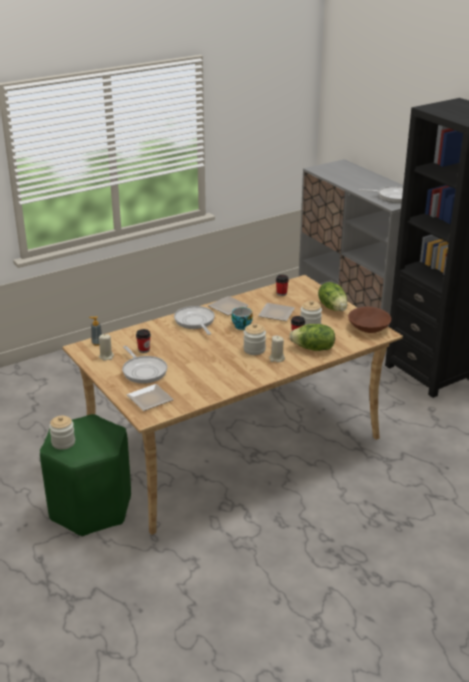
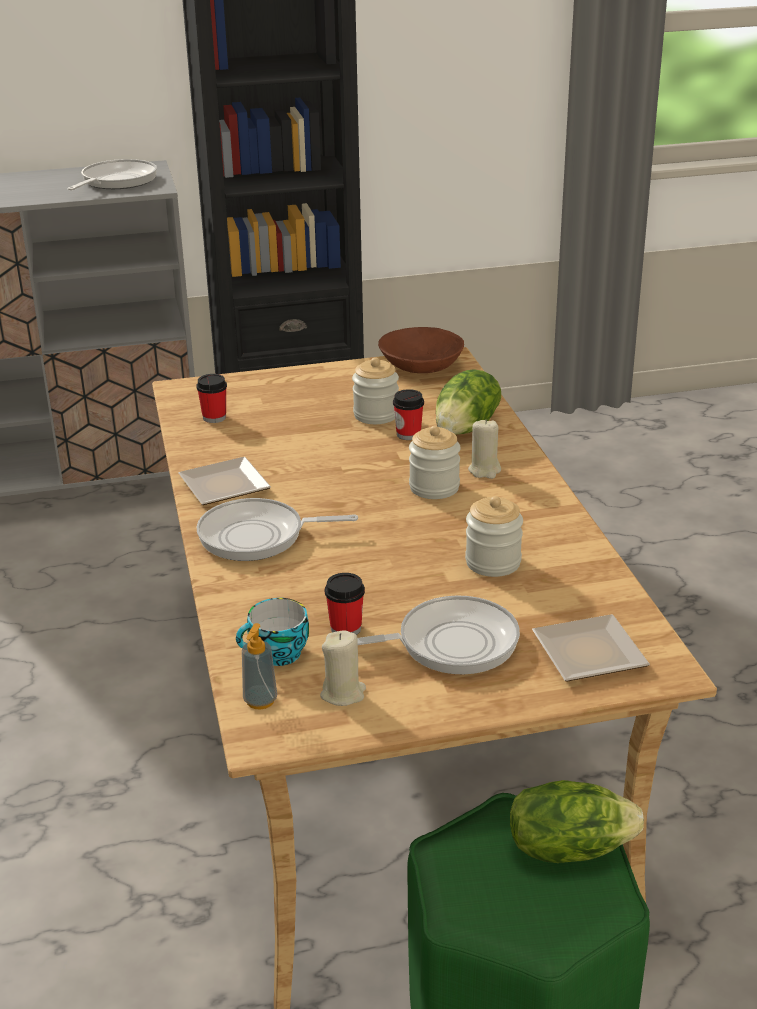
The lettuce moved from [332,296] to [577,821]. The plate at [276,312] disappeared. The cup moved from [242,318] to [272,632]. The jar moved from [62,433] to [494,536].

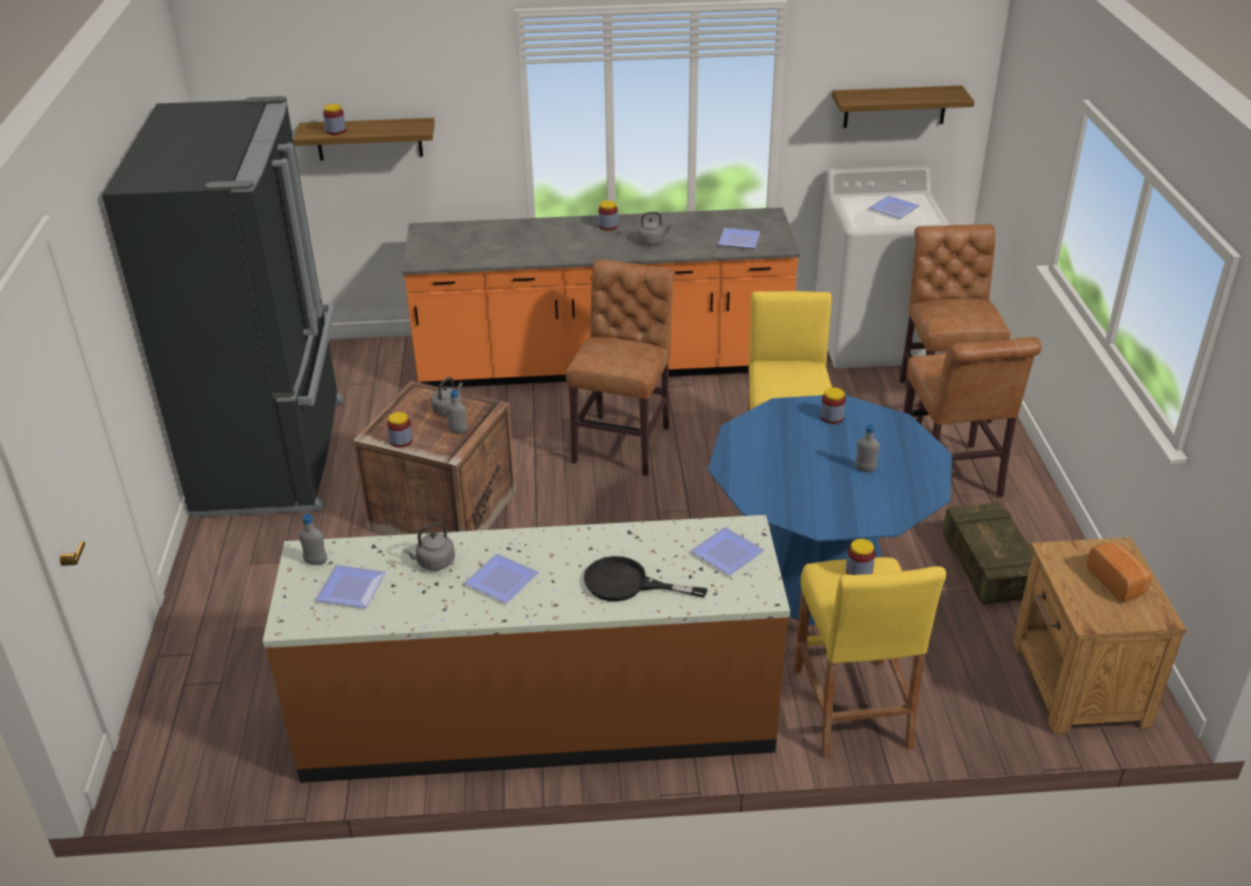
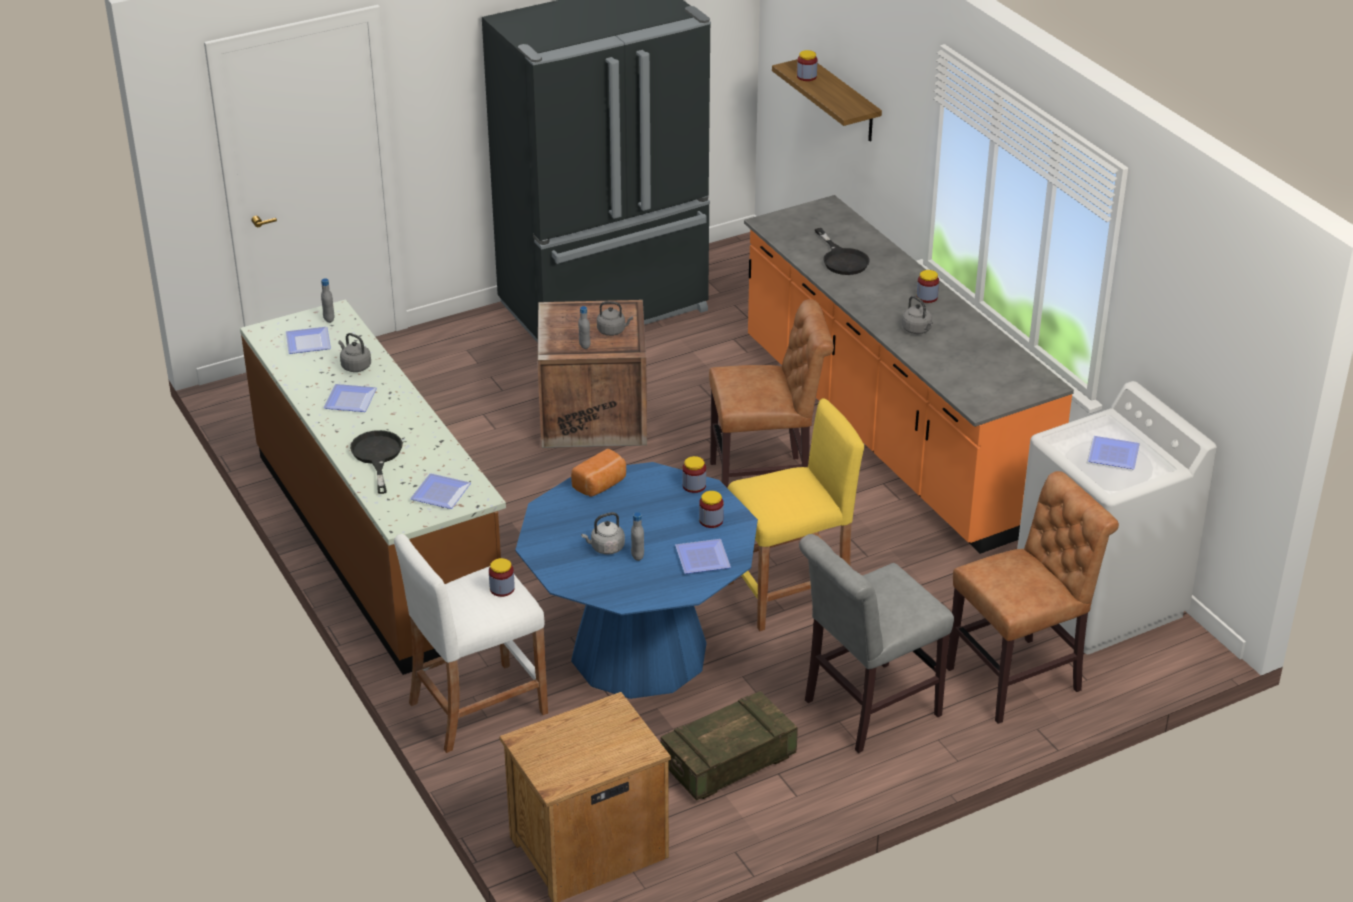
The shelf at [903,106] disappeared. The plate moved from [739,238] to [703,556]. The brown_chair at [972,417] became the grey_chair at [876,643]. The jar moved from [400,429] to [694,474]. The bread moved from [1119,572] to [598,473]. The yellow_stool at [870,658] became the white_stool at [471,643]. The black_frying_pan at [842,251] appeared. The grey_kettle at [603,533] appeared.

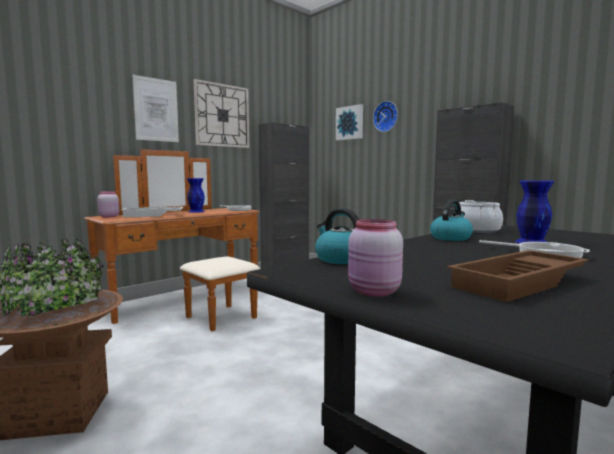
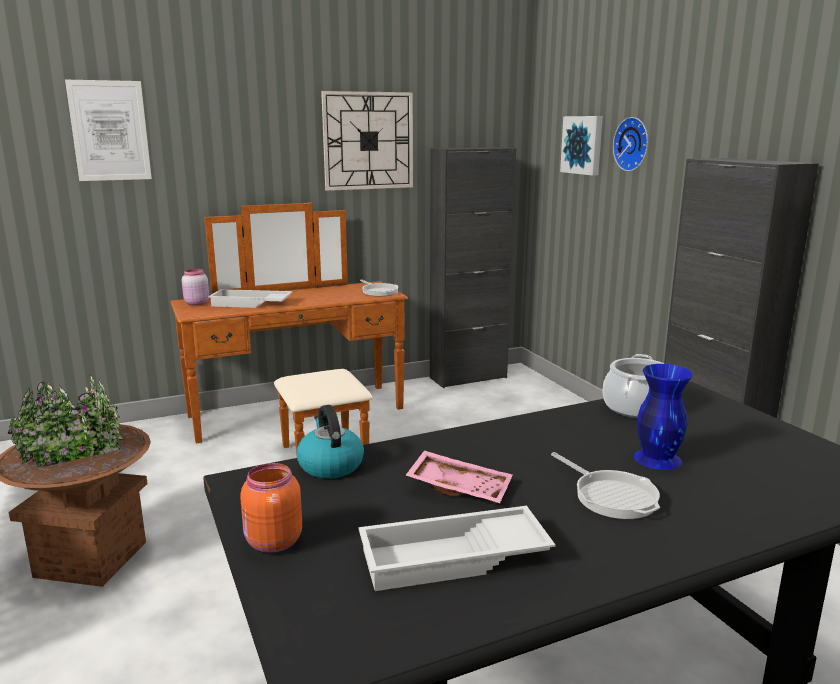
The picture moved from [155,108] to [108,130]. The blue_vase at [196,195] disappeared. The kettle at [451,220] disappeared. The pink_jar at [375,258] became the orange_jar at [271,508]. The brown_tray at [518,276] became the white_tray at [456,548]. The pink_tray at [459,476] appeared.

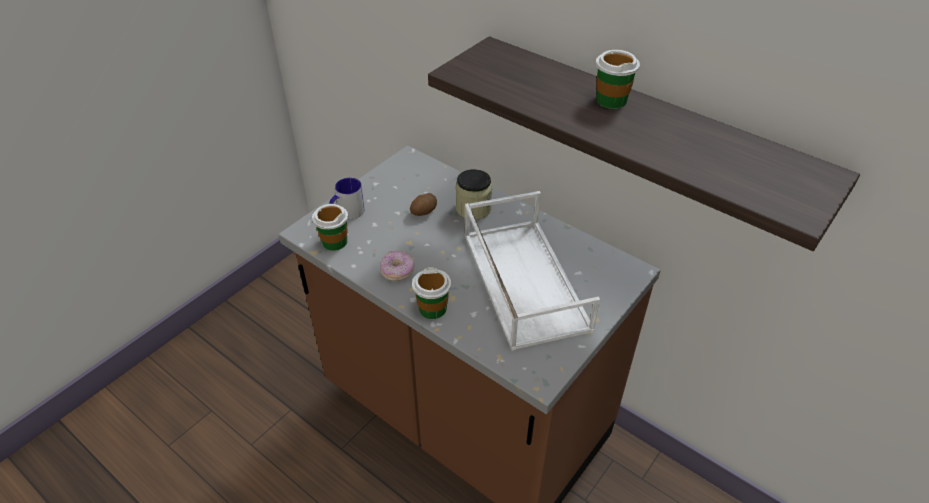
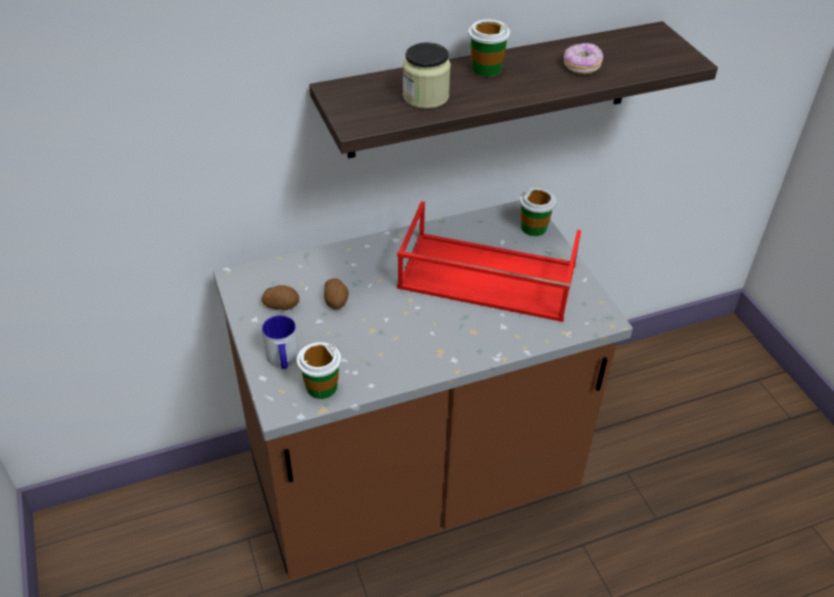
The jar moved from [474,194] to [427,75]. The white_tray at [532,271] became the red_tray at [489,261]. The donut moved from [397,265] to [583,58]. The cup moved from [431,293] to [538,212]. The potato at [280,297] appeared.

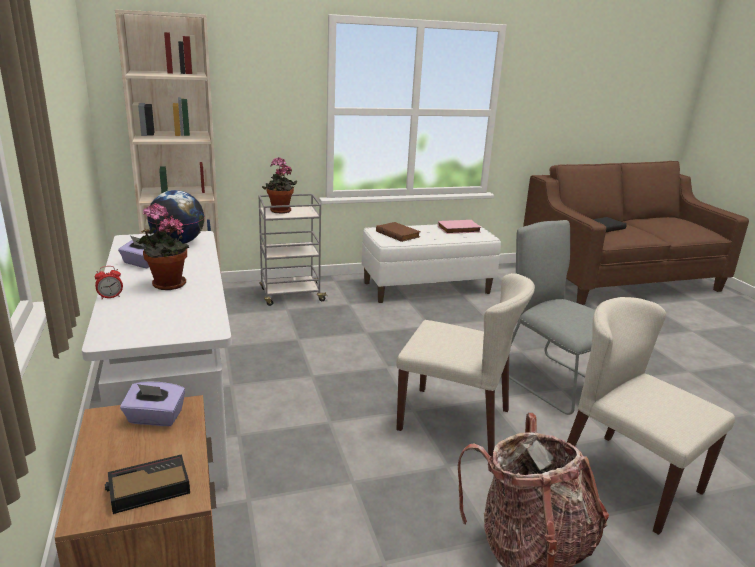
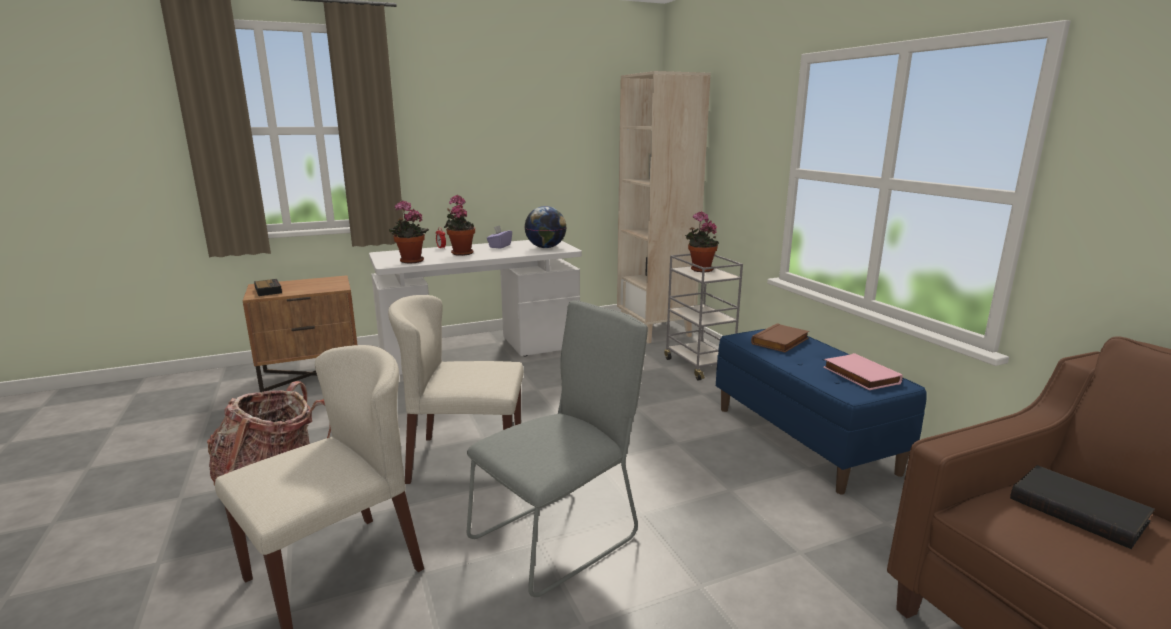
The white_bench at [431,263] became the blue_bench at [821,411]. The beige_chair at [465,364] turned 75 degrees clockwise. The purple_tissue_box at [152,404] disappeared. The potted_plant at [409,232] appeared.

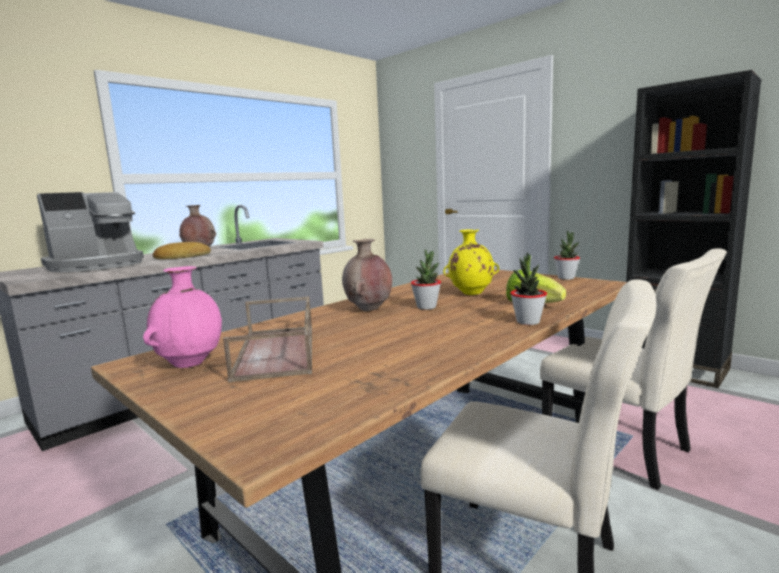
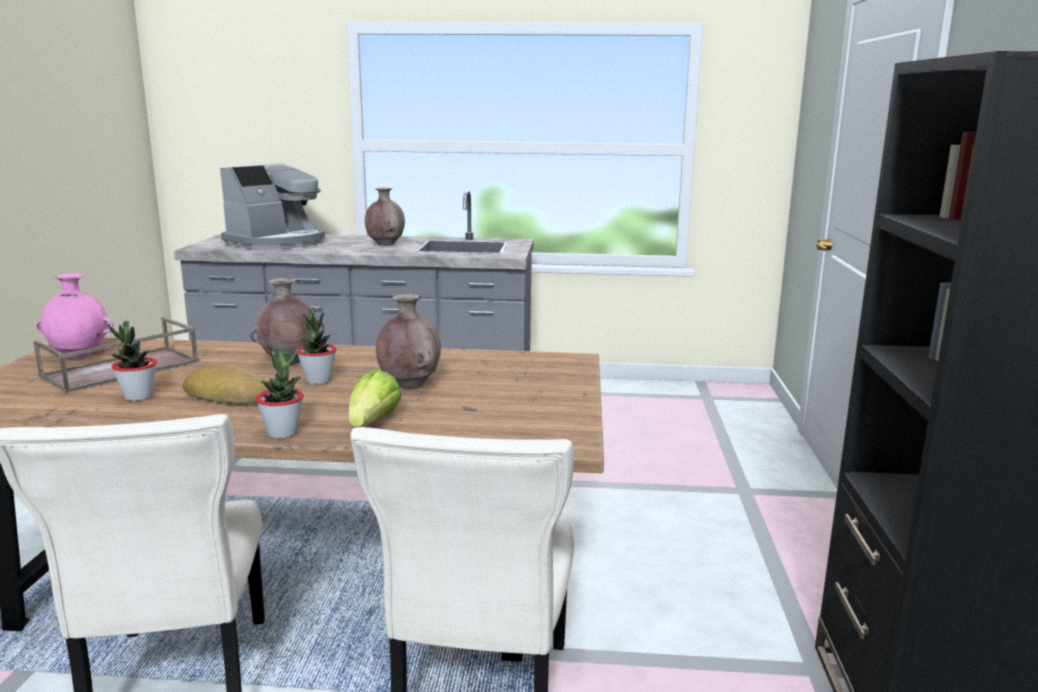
The coffee_machine at [90,232] turned 60 degrees counterclockwise. The yellow_vase at [471,262] became the brown_vase at [408,341]. The potted_plant moved from [567,255] to [132,361]. The bread moved from [182,250] to [226,384].

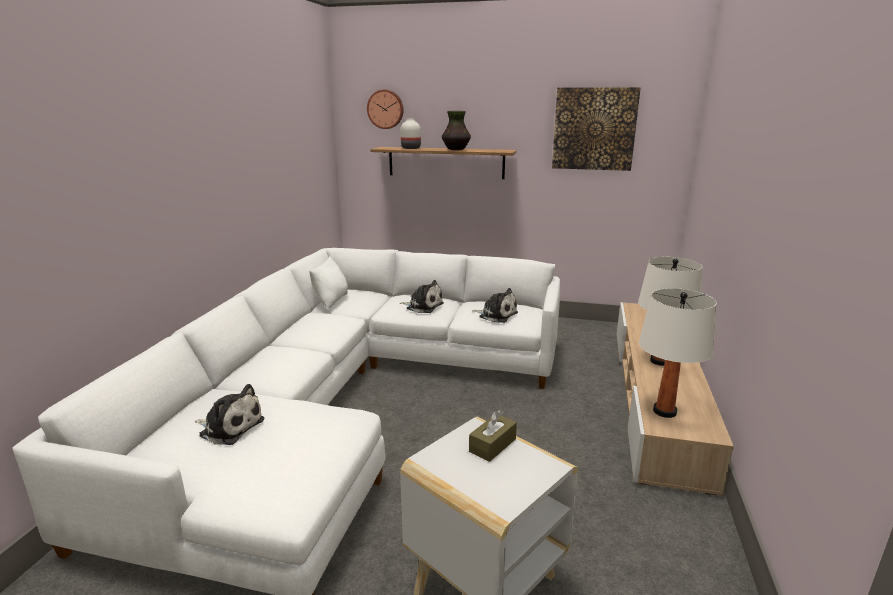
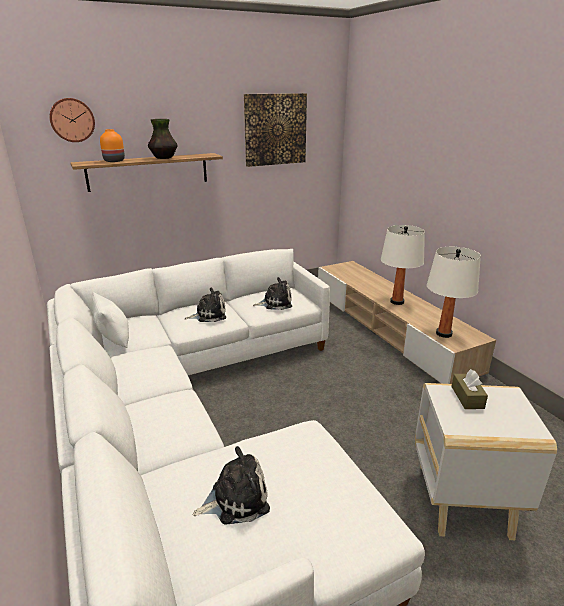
The white_vase at [410,134] became the orange_vase at [112,145].

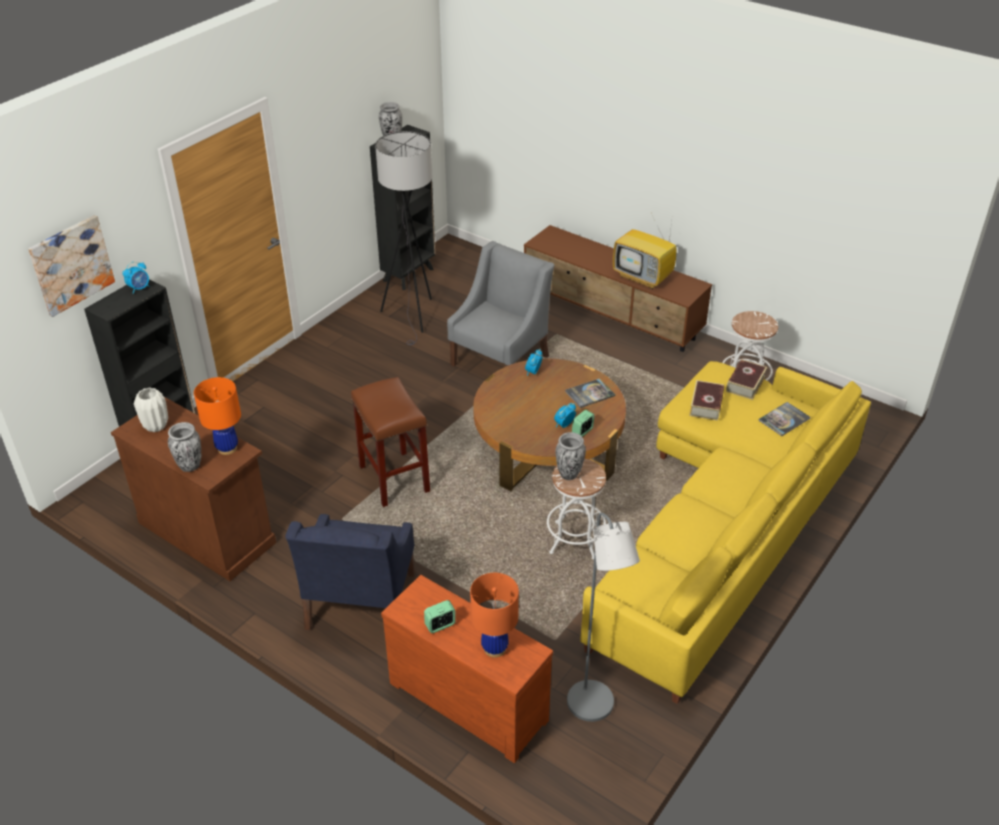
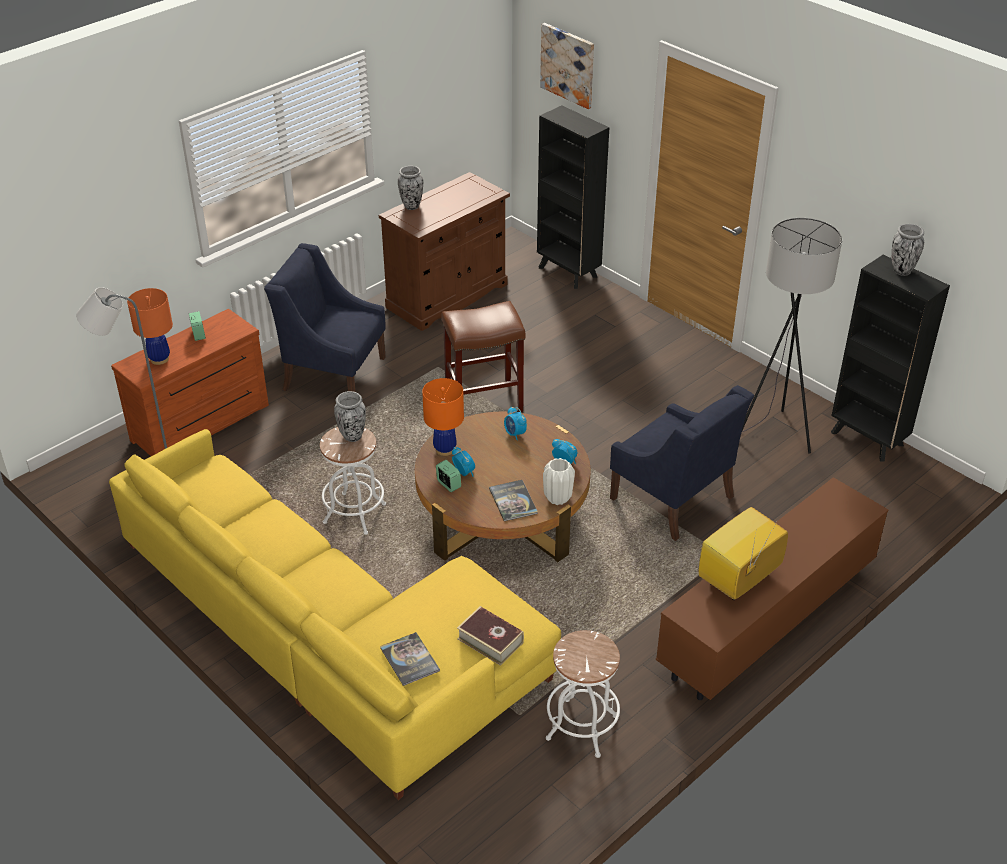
The grey_armchair at [500,304] became the blue_armchair at [682,463]. The alarm_clock moved from [136,278] to [515,423]. The orange_table_lamp moved from [217,416] to [443,417]. The book at [706,400] disappeared. The white_vase moved from [151,410] to [559,481].

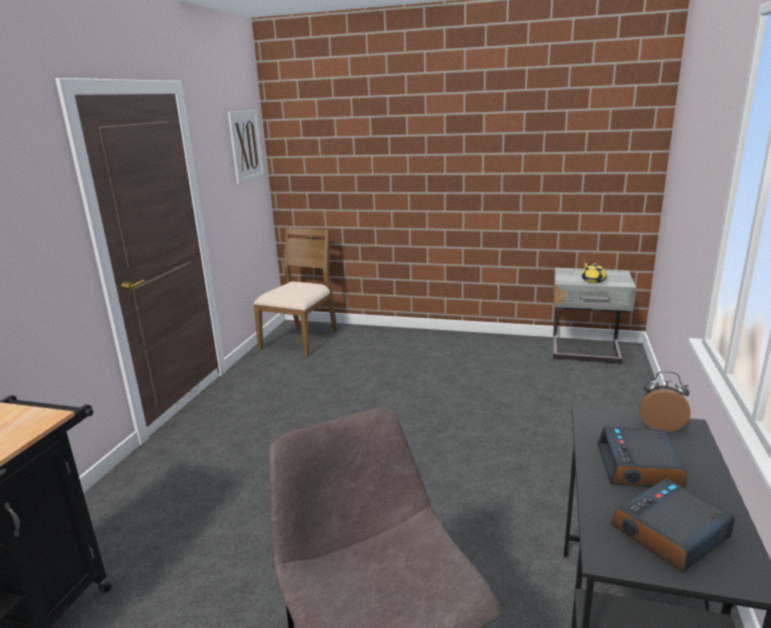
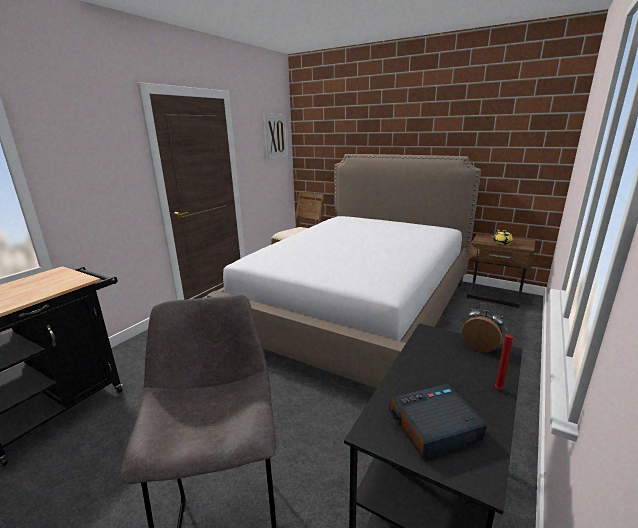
The grey_nightstand at [594,316] became the brown_nightstand at [501,270]. The alarm_clock at [643,457] disappeared. The bed at [344,271] appeared. The red_candle at [504,358] appeared.

